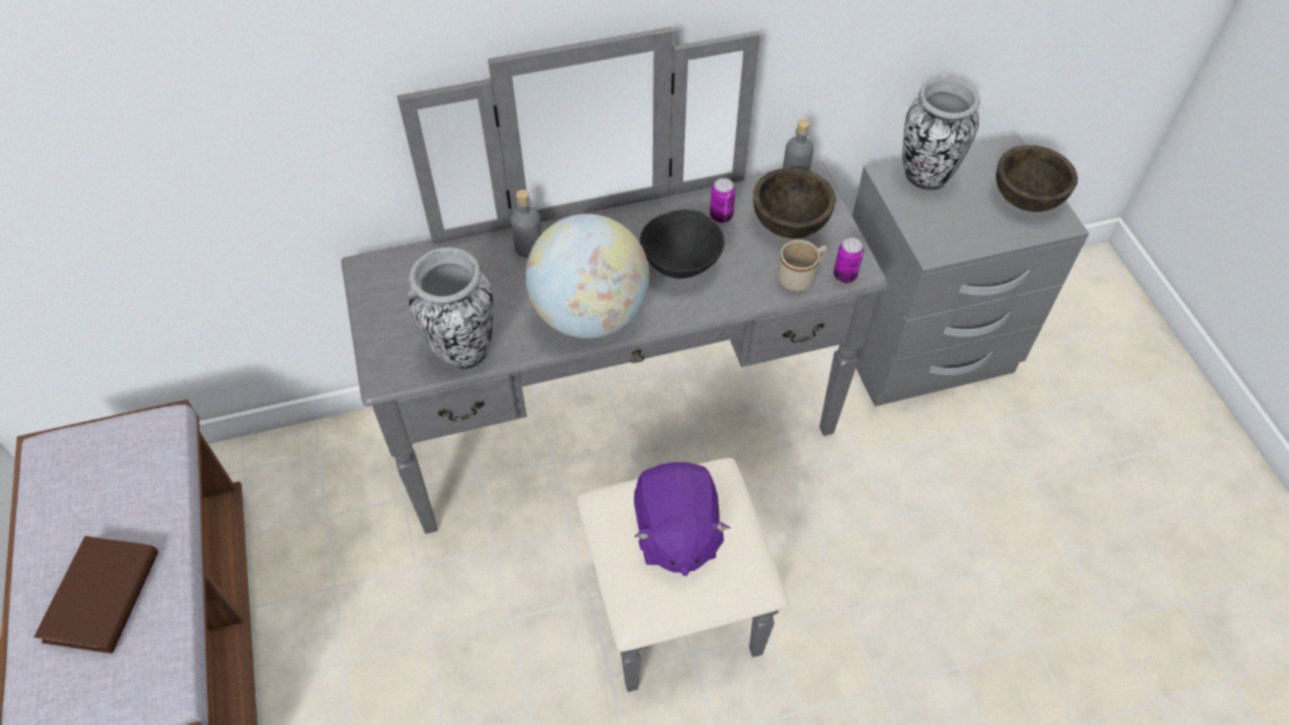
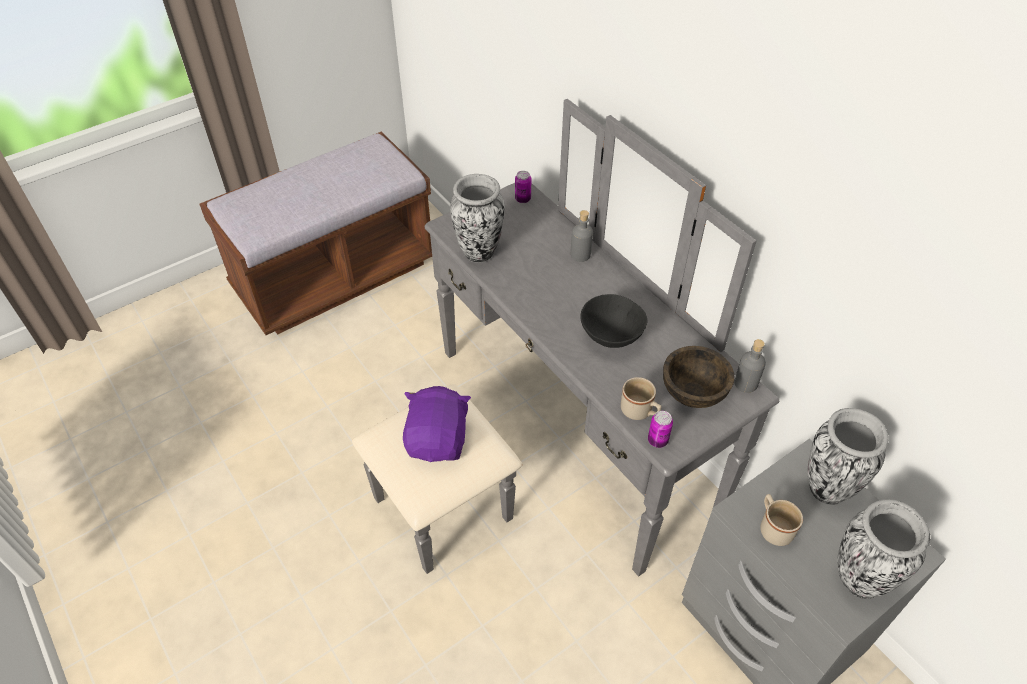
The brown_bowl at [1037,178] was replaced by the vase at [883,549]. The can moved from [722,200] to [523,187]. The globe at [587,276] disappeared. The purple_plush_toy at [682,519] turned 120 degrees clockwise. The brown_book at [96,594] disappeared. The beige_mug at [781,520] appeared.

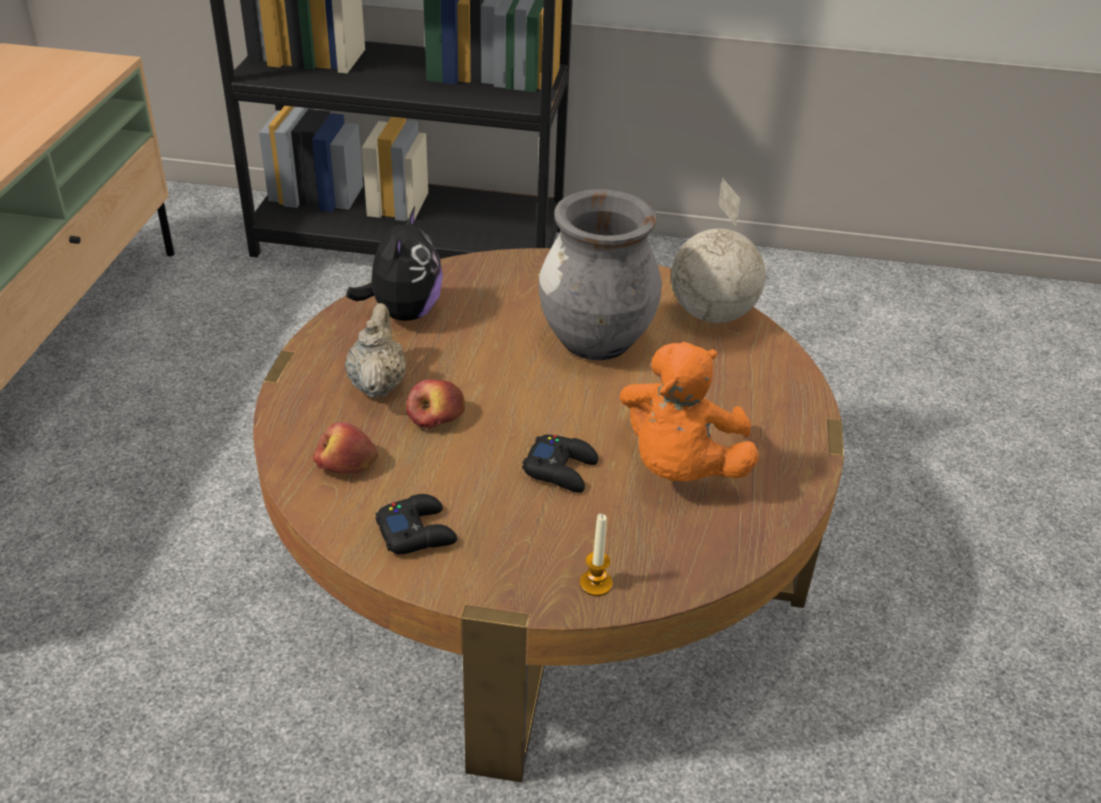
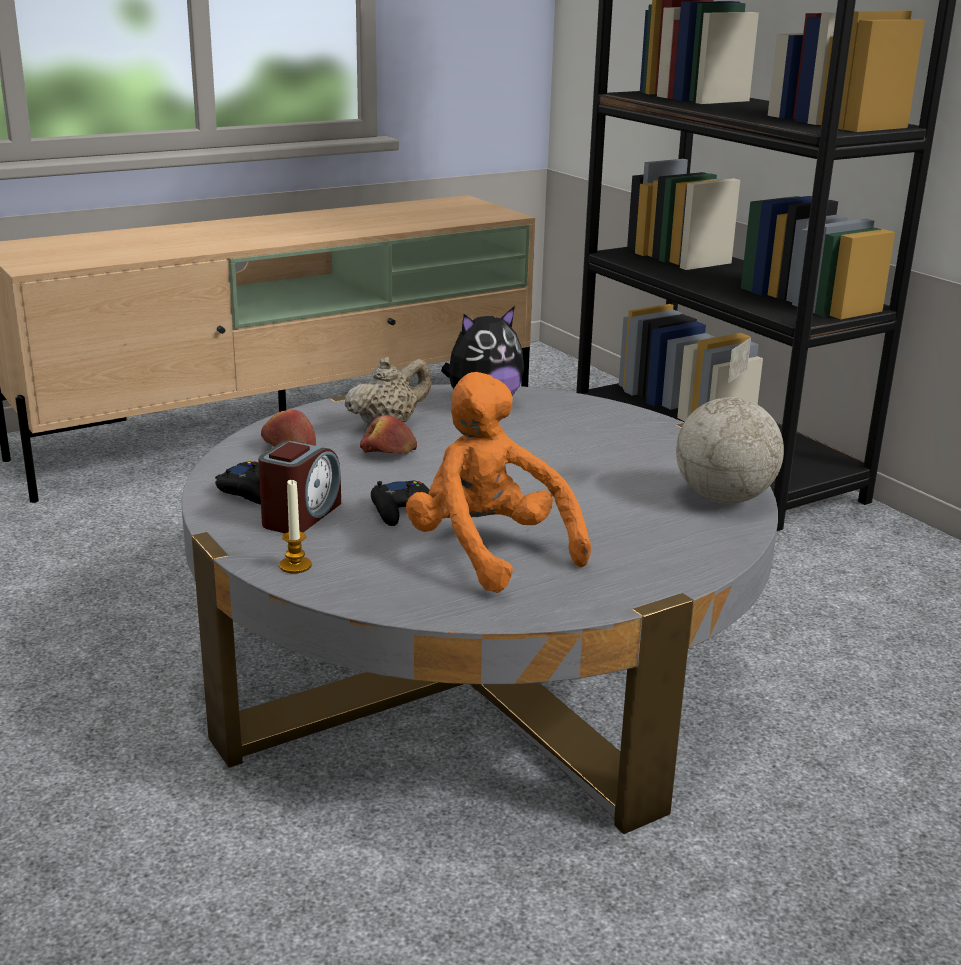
The grey_vase at [600,274] disappeared. The brown_coffee_table at [548,515] became the grey_coffee_table at [479,609]. The orange_plush_toy at [689,412] turned 75 degrees clockwise. The alarm_clock at [299,487] appeared.

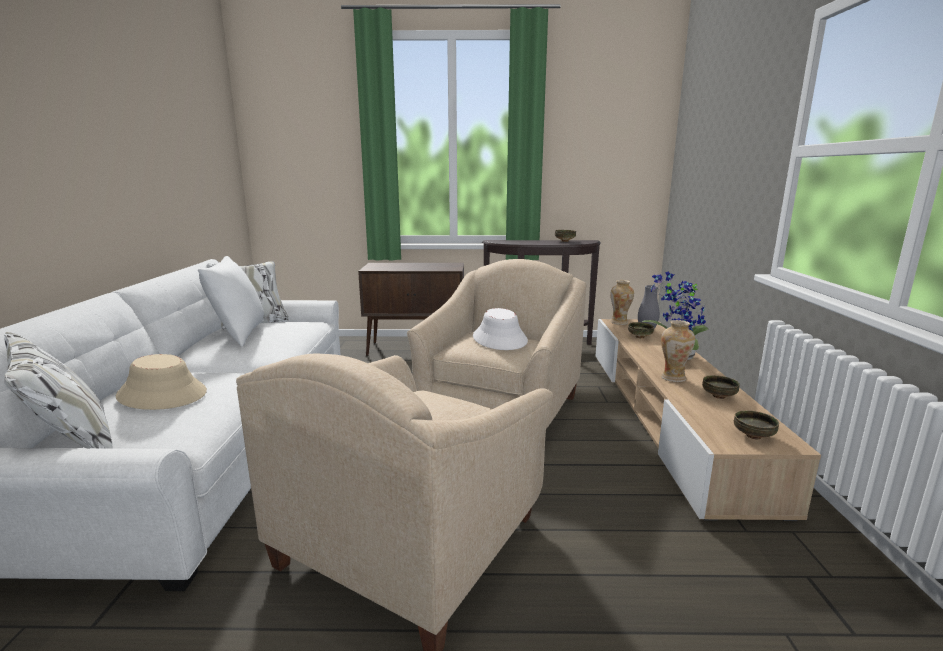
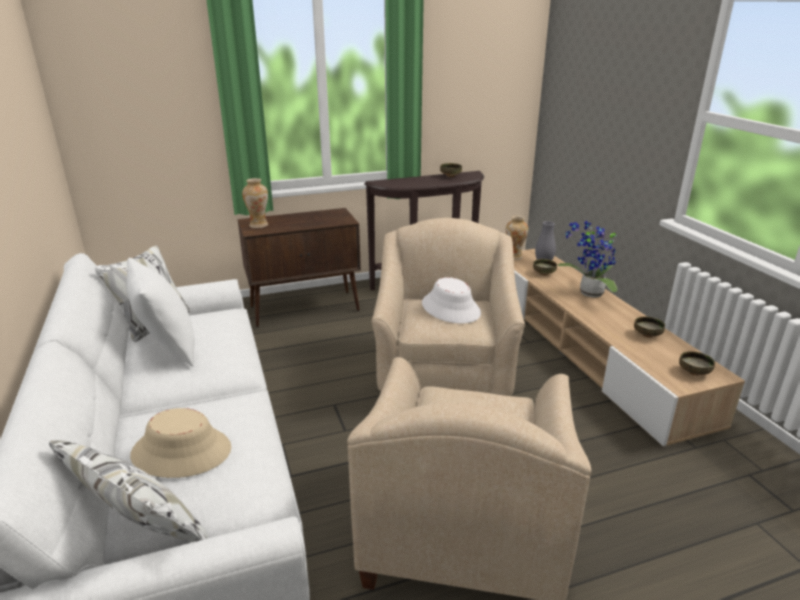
The vase moved from [678,351] to [255,203].

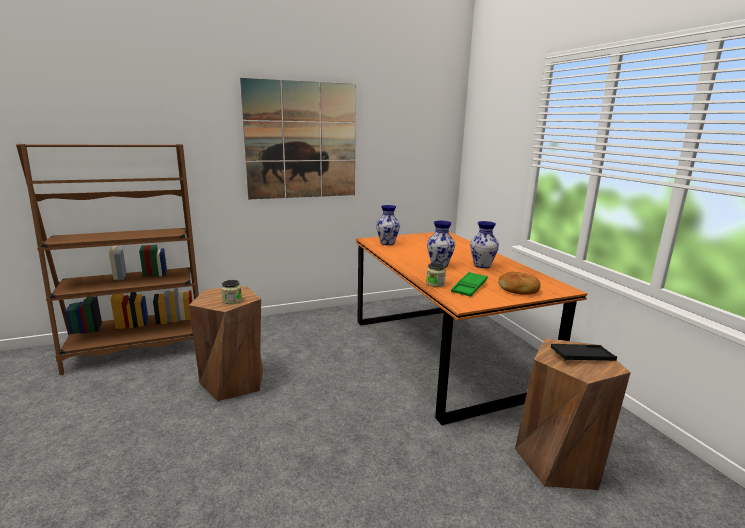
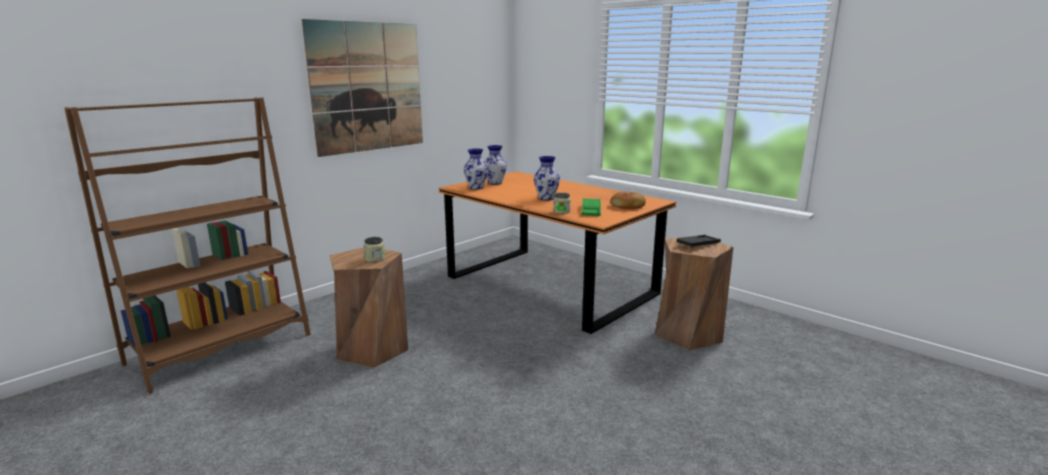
The vase moved from [484,244] to [495,165].

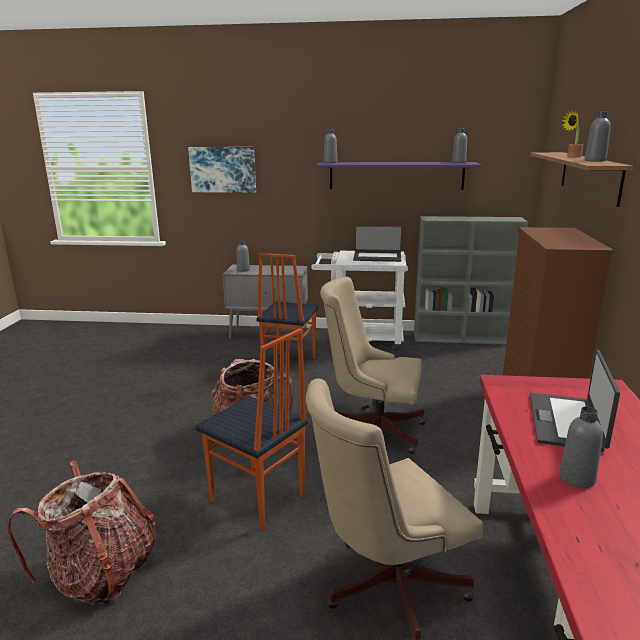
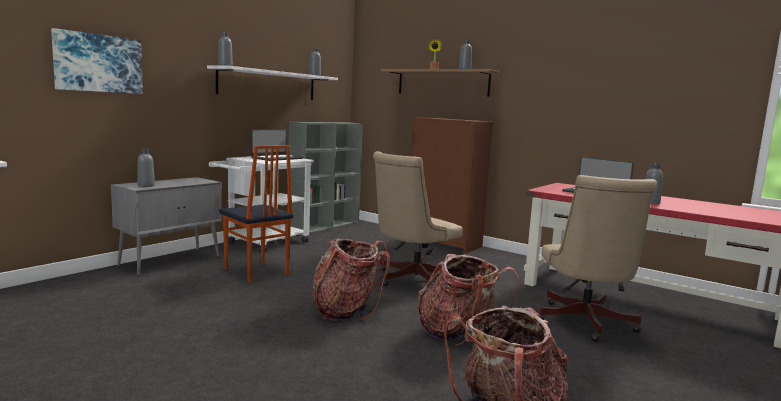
The purple_shelf at [399,176] became the white_shelf at [272,82]. The chair at [251,429] was replaced by the backpack at [468,300].

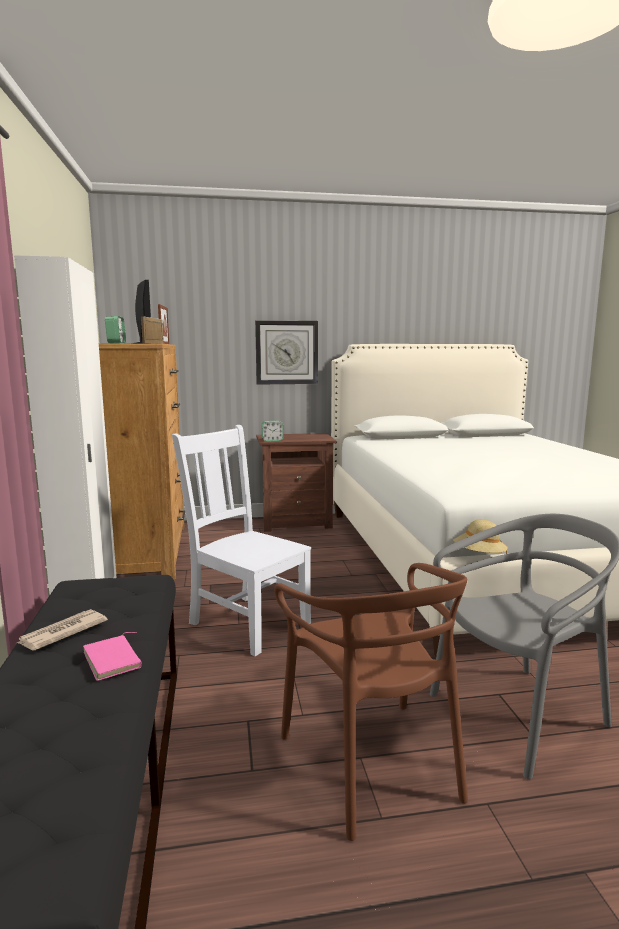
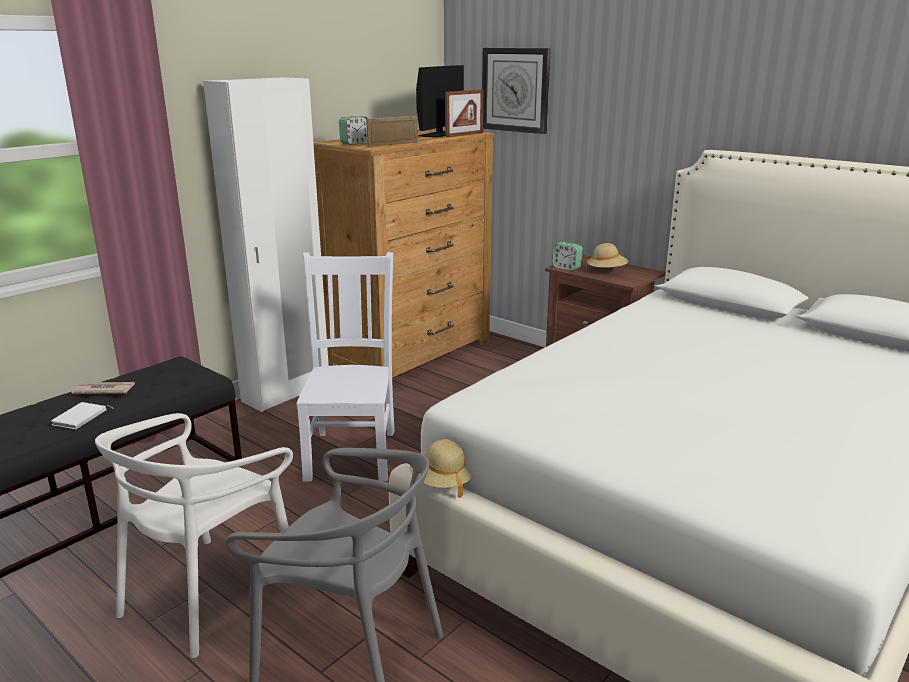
The wall_clock moved from [286,352] to [516,91]. The brown_chair at [371,702] became the white_chair at [194,535]. The pink_book at [112,656] became the white_book at [82,415]. The beige_hat at [607,256] appeared.

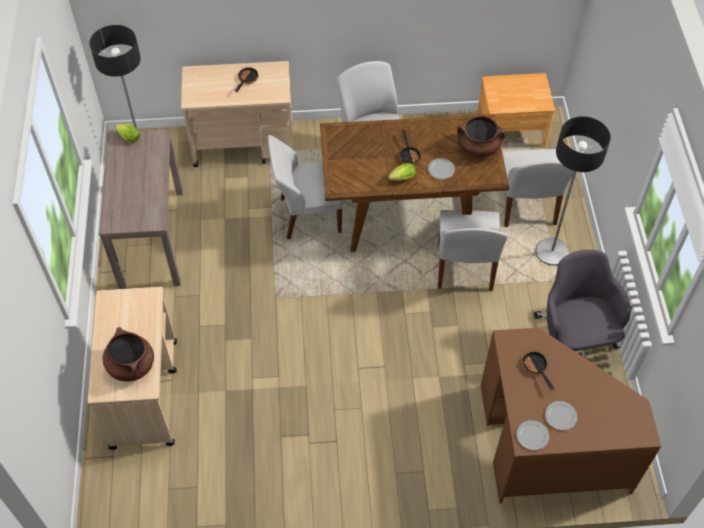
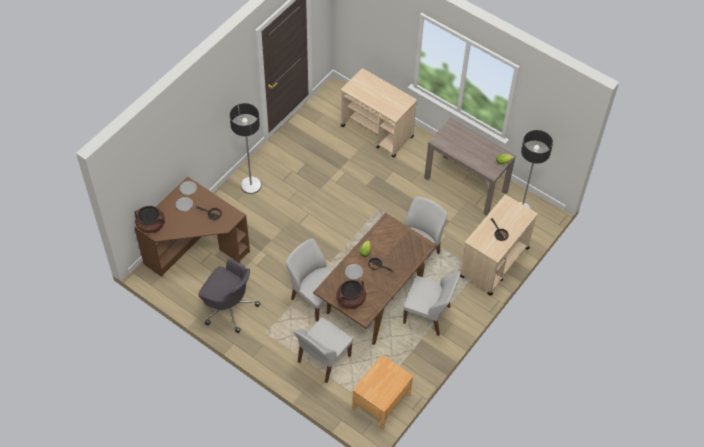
The floor_lamp moved from [573,191] to [246,148]. The white_chair at [538,188] turned 90 degrees counterclockwise. The brown_cooking_pot moved from [128,354] to [149,219].

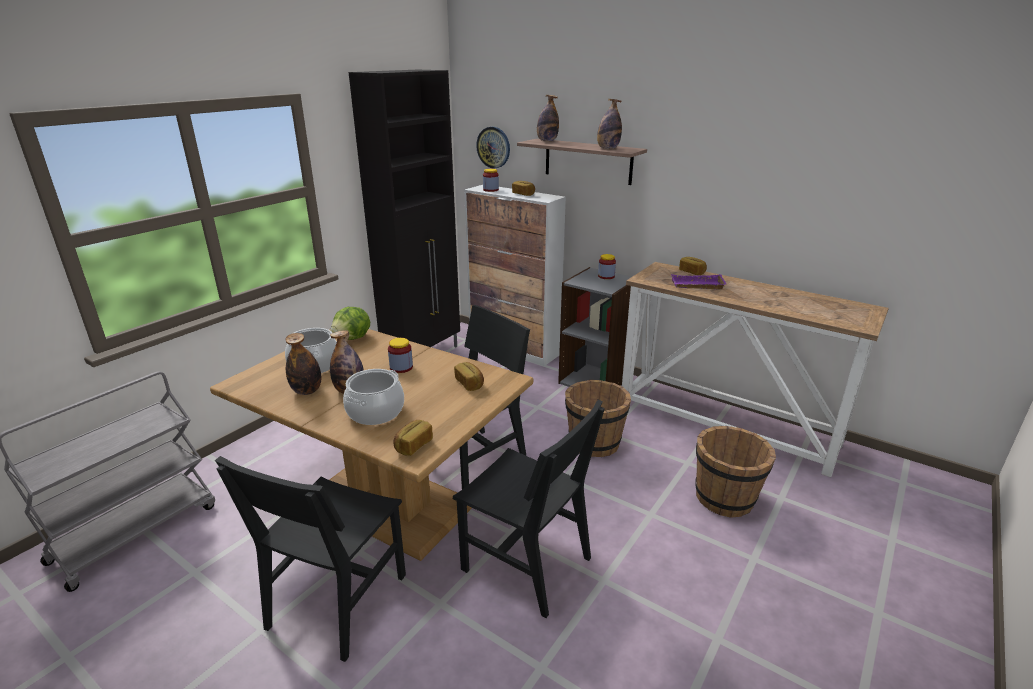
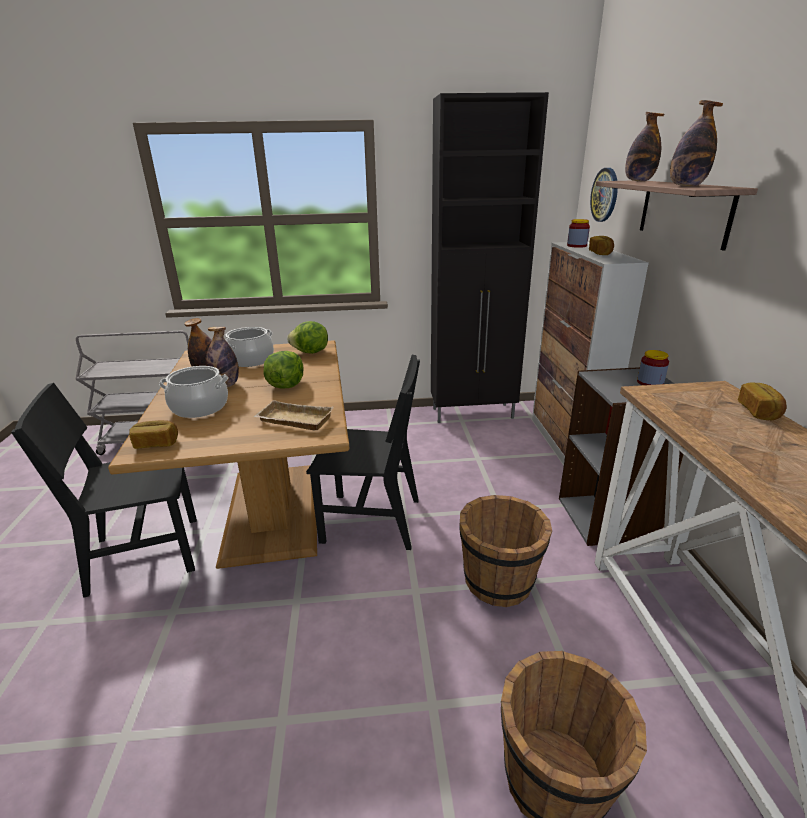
The purple_tray at [698,281] disappeared. The jar at [400,355] was replaced by the lettuce at [283,369]. The bread at [469,376] was replaced by the beige_tray at [293,415]. The black_chair at [529,509] disappeared.

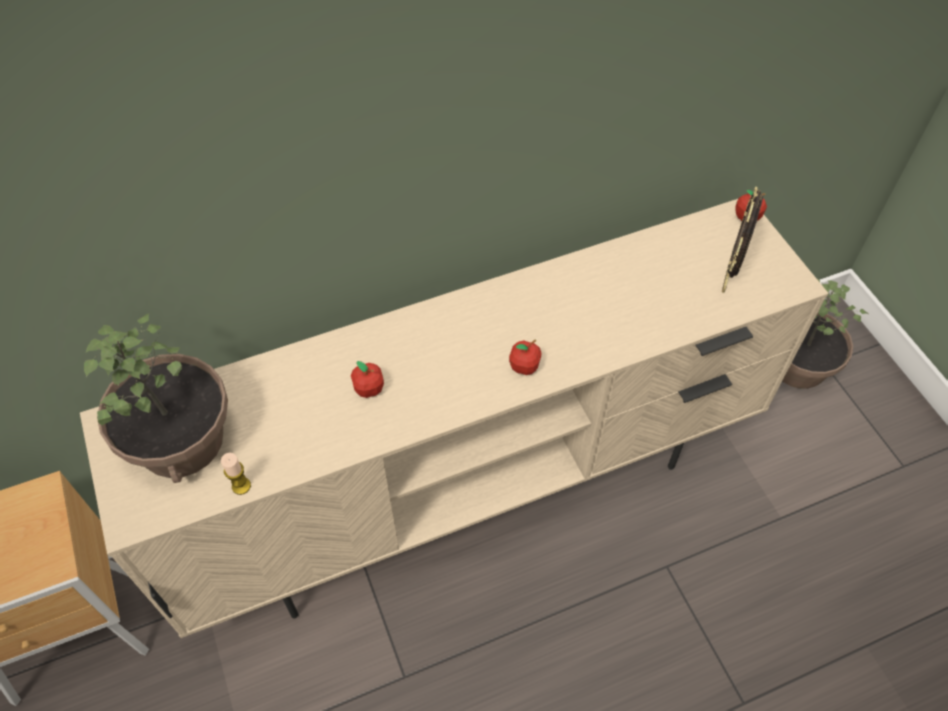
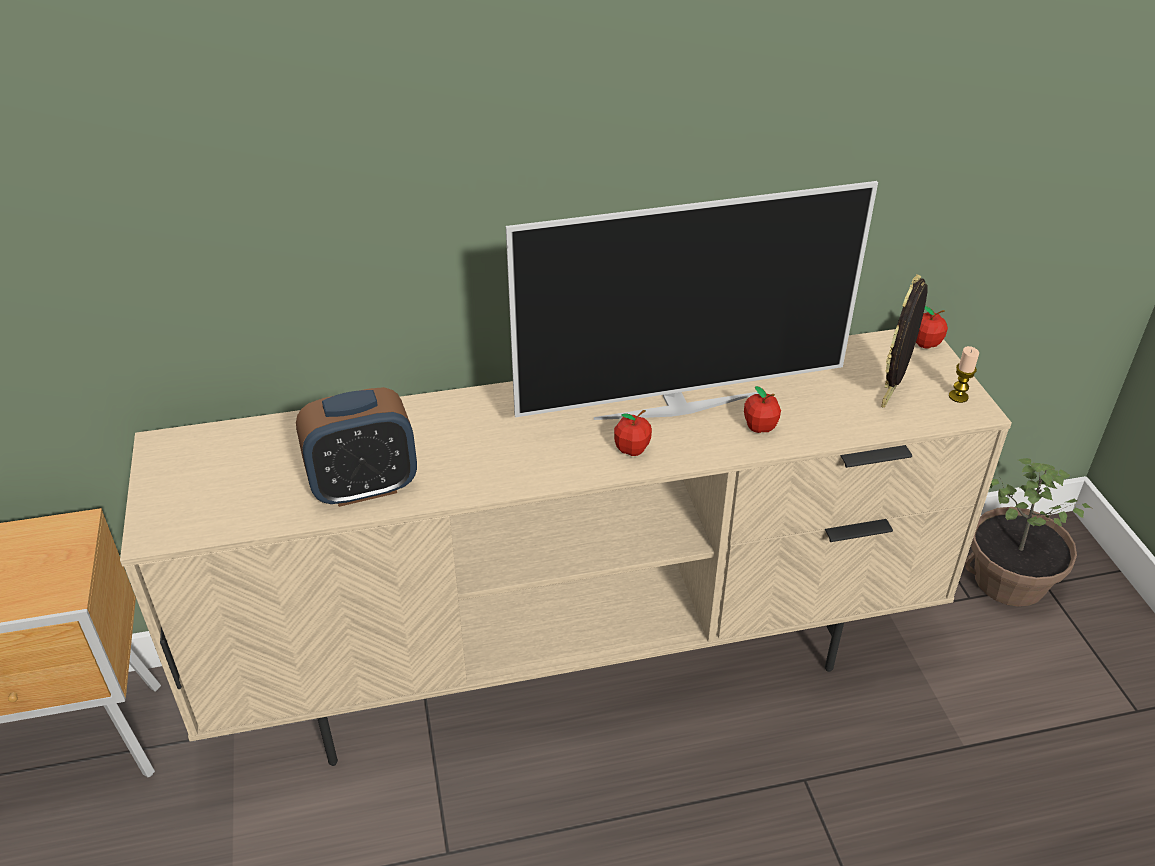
The potted_plant at [156,398] disappeared. The apple moved from [367,379] to [762,409]. The candle moved from [236,474] to [964,374]. The television at [692,300] appeared. The alarm_clock at [356,447] appeared.

